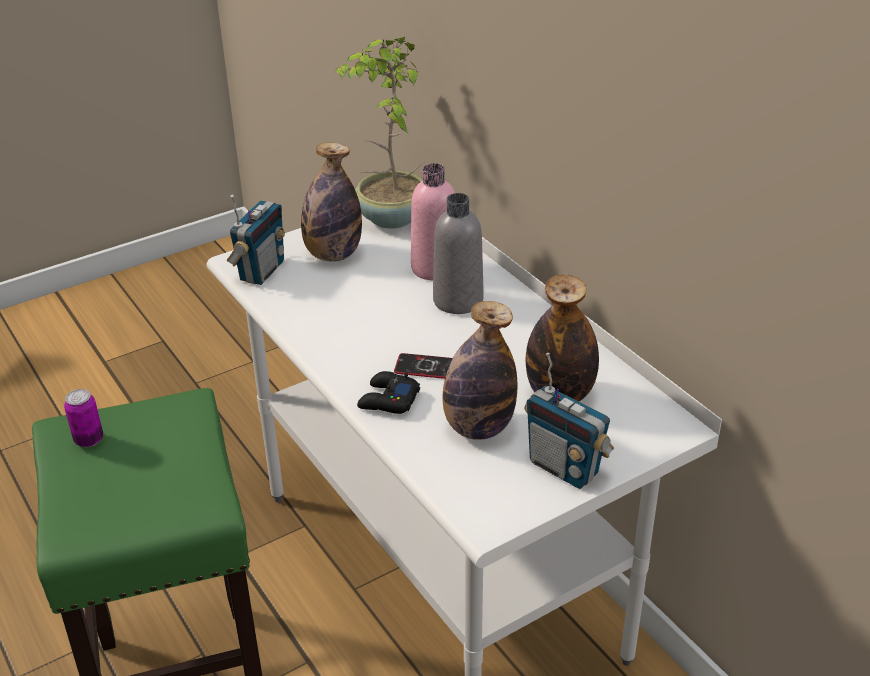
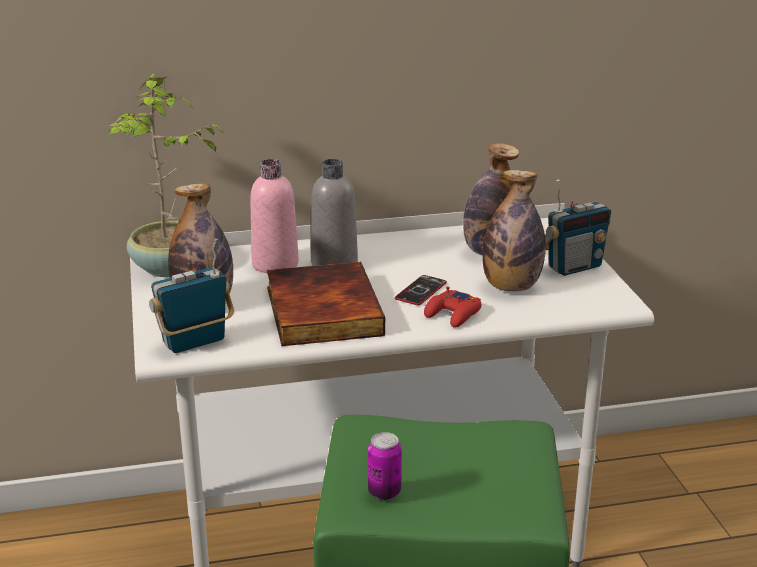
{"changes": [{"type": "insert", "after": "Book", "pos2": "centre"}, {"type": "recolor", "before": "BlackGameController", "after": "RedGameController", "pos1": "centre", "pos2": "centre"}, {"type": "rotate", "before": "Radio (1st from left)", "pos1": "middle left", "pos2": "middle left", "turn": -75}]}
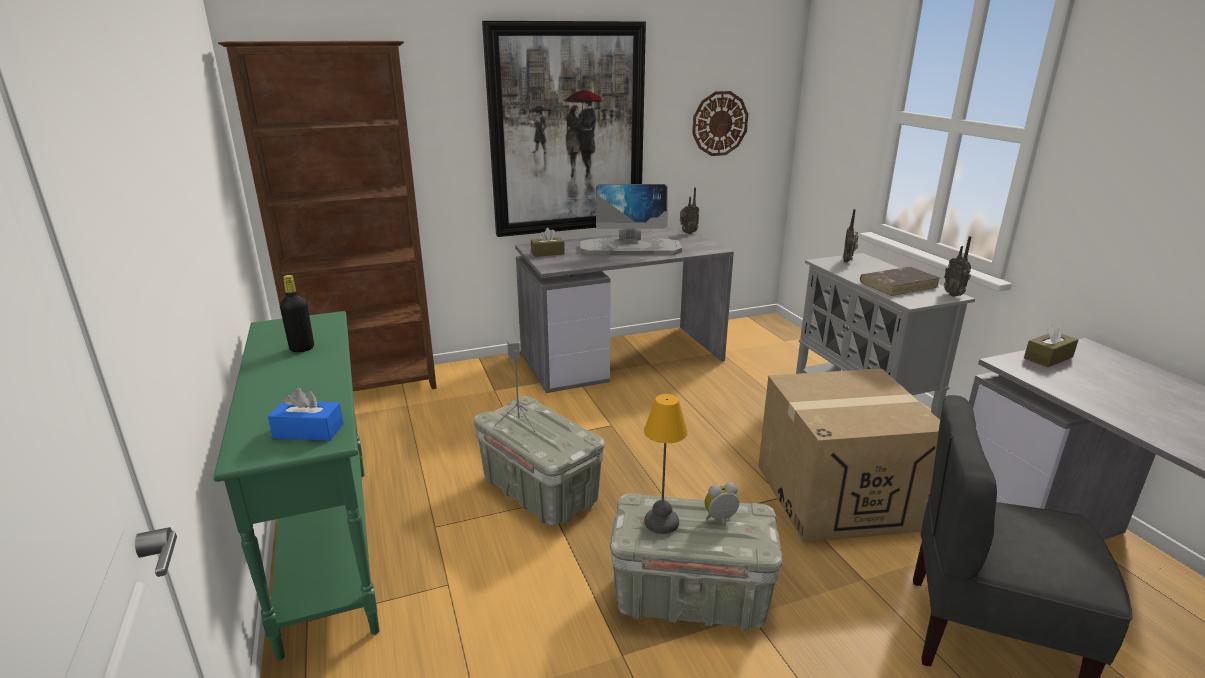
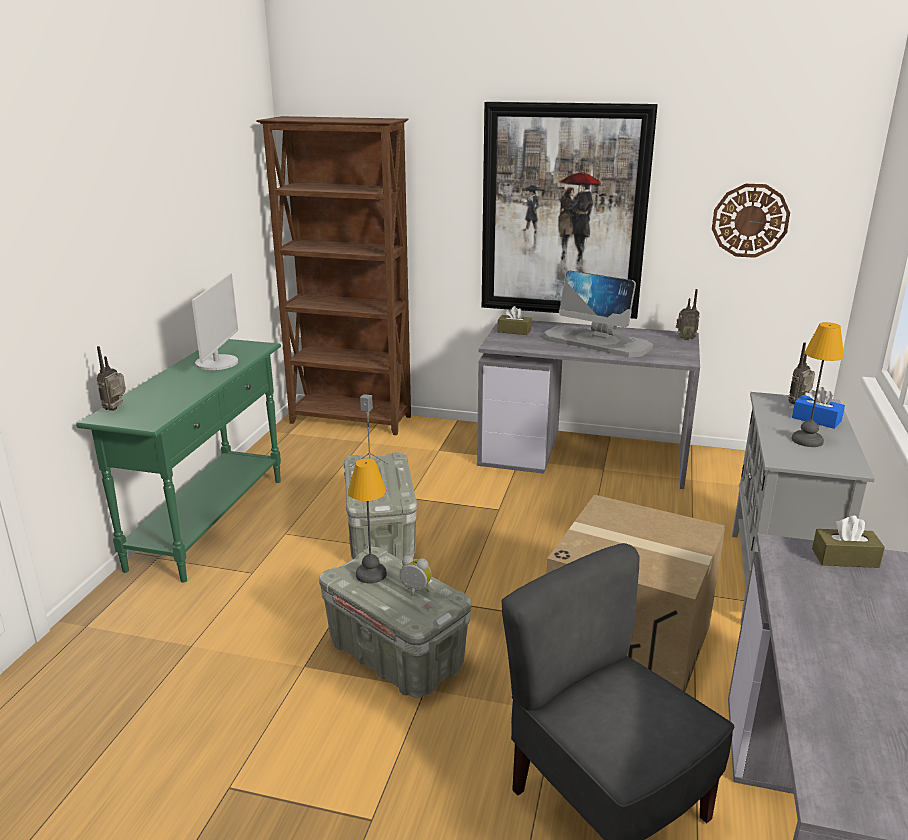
{"changes": [{"type": "move", "before": "BlueTissueBox", "pos1": "middle left", "pos2": "middle right"}, {"type": "move", "before": "Radio (3rd from left in the first image)", "after": "Radio (1st from left)", "pos1": "middle right", "pos2": "middle left"}, {"type": "replace", "before": "BlackBottle", "after": "Monitor (1st from left)", "pos1": "middle left", "pos2": "middle left"}, {"type": "replace", "before": "BrownBook", "after": "TableLamp (2nd from left)", "pos1": "middle right", "pos2": "middle right"}]}
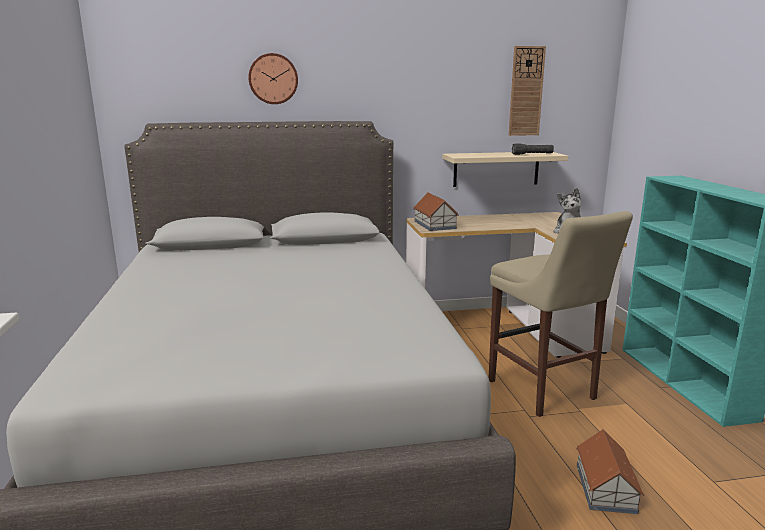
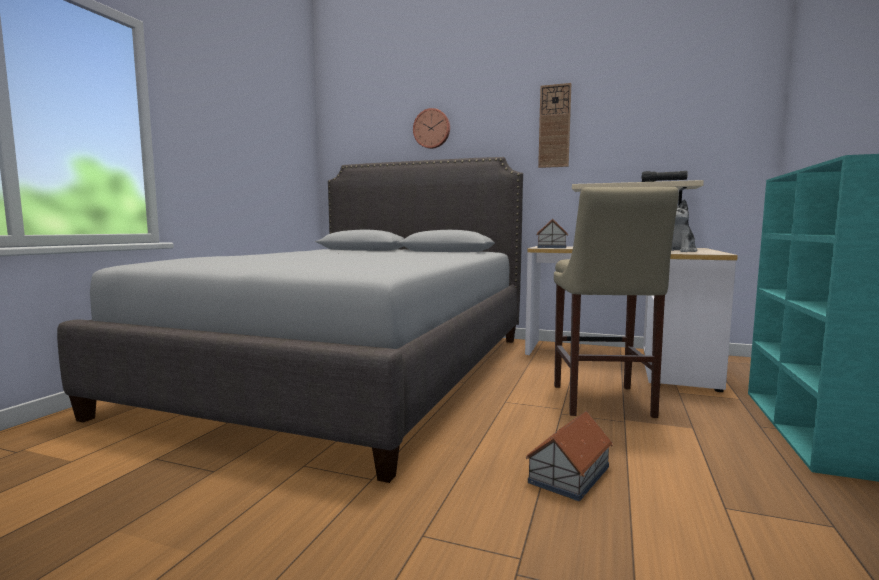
{"changes": [{"type": "move", "before": "WallClock (2nd from left)", "pos1": "top right", "pos2": "top centre"}]}
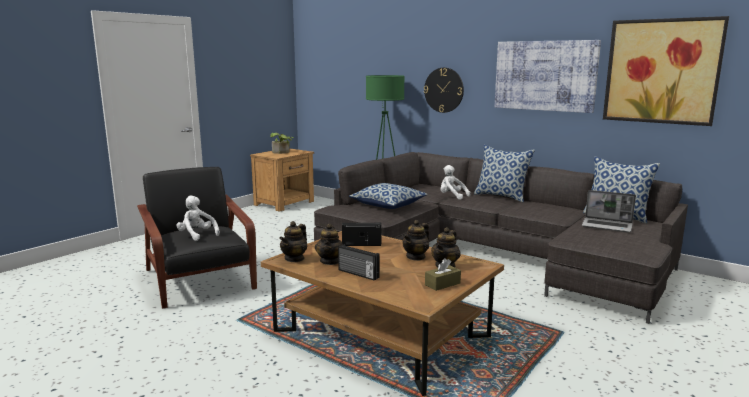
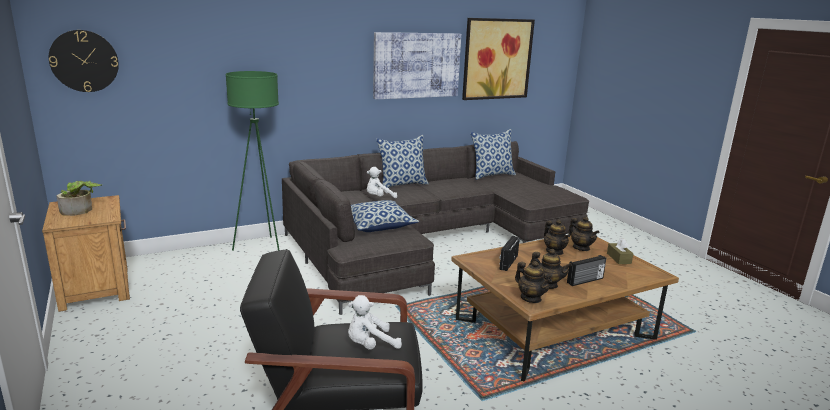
{"changes": [{"type": "delete", "before": "Laptop", "pos1": "middle right"}, {"type": "move", "before": "WallClock", "pos1": "top centre", "pos2": "top left"}]}
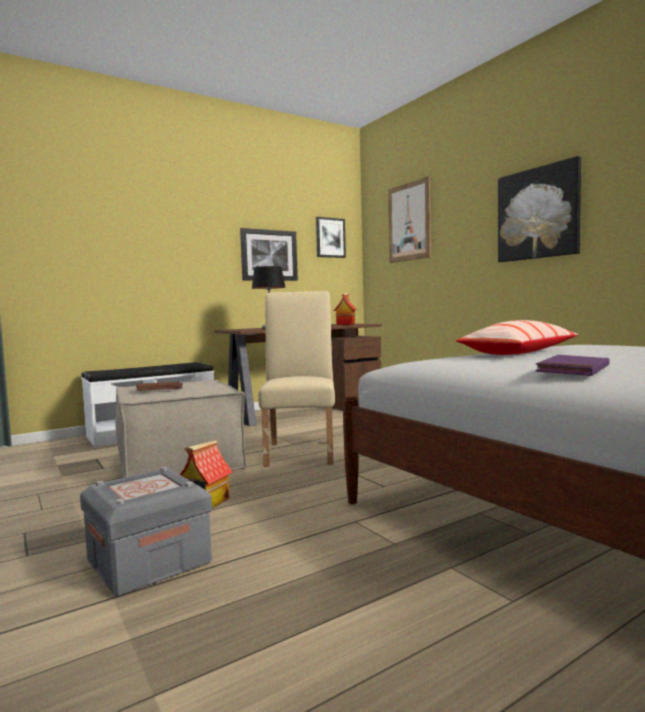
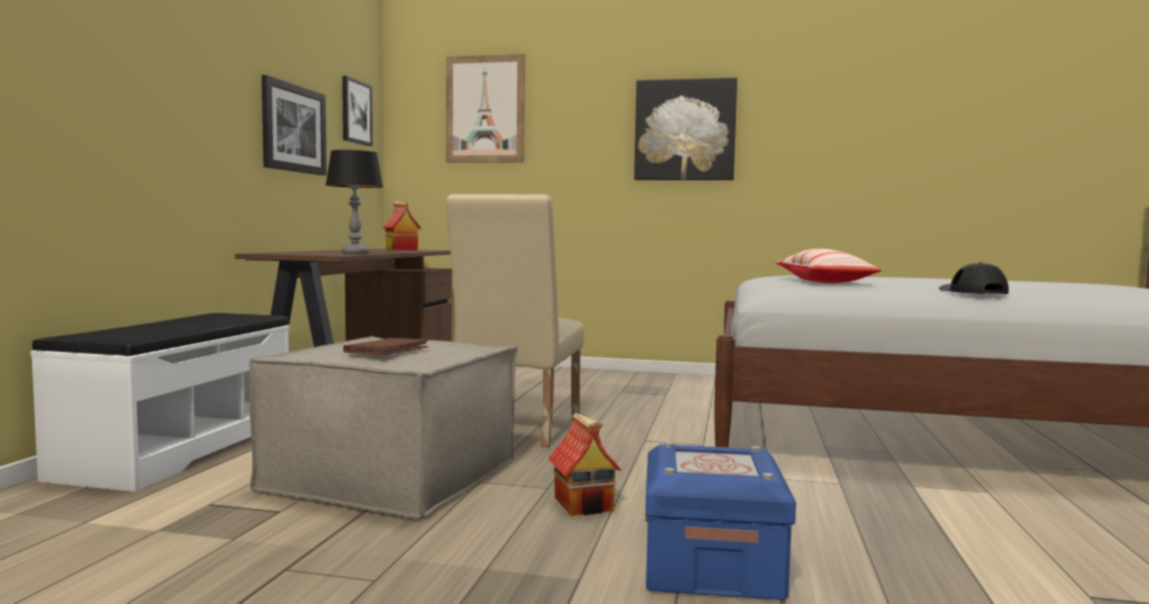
{"changes": [{"type": "replace", "before": "PurpleBook", "after": "BlackCap", "pos1": "middle right", "pos2": "middle right"}, {"type": "recolor", "before": "GreyStorageBox", "after": "BlueStorageBox", "pos1": "bottom left", "pos2": "bottom centre"}, {"type": "rotate", "before": "BeigeChair", "pos1": "centre", "pos2": "centre", "turn": -120}]}
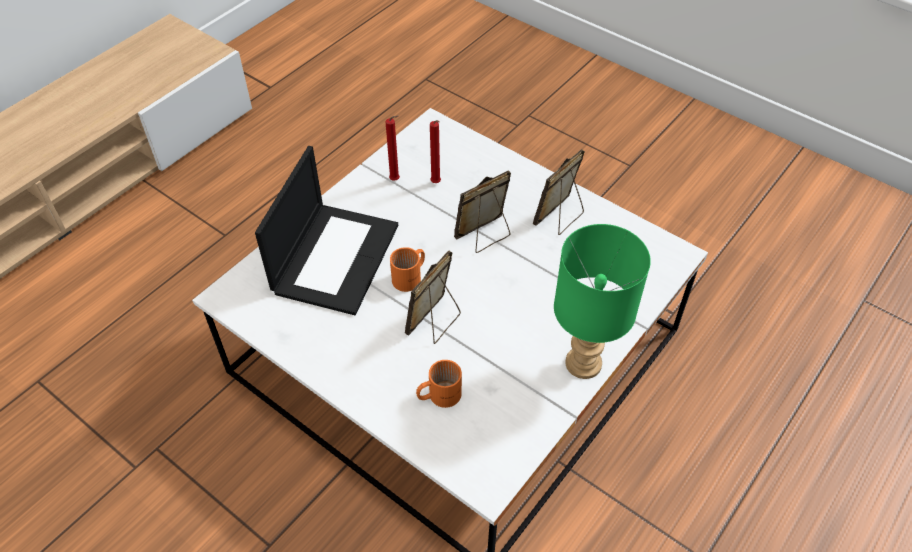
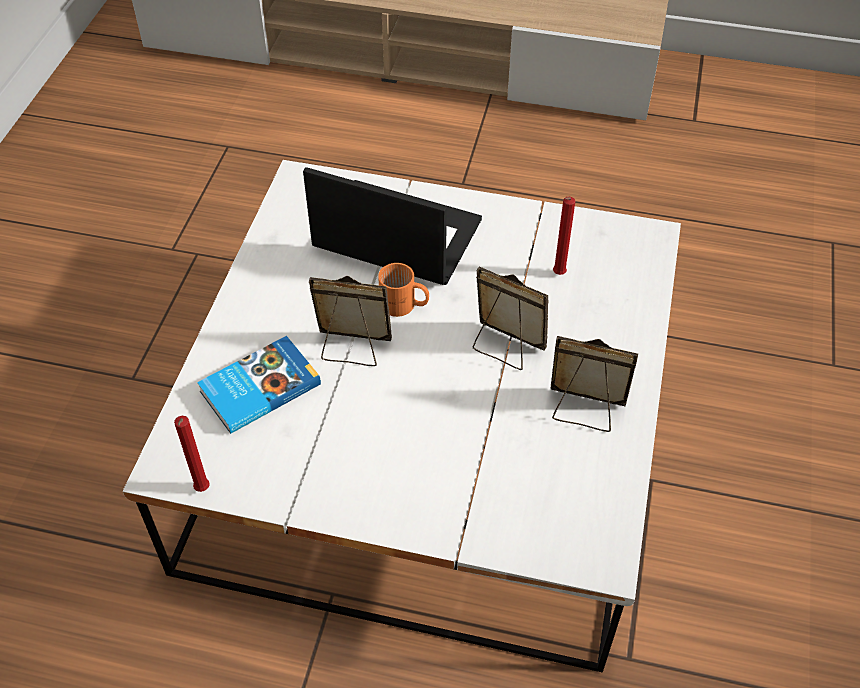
{"changes": [{"type": "delete", "before": "GreenTableLamp", "pos1": "centre"}, {"type": "move", "before": "RedCandle (1st from left)", "pos1": "top centre", "pos2": "middle left"}, {"type": "replace", "before": "OrangeMug (2nd from left)", "after": "Book", "pos1": "bottom centre", "pos2": "middle left"}, {"type": "rotate", "before": "Laptop", "pos1": "centre", "pos2": "top centre", "turn": -150}]}
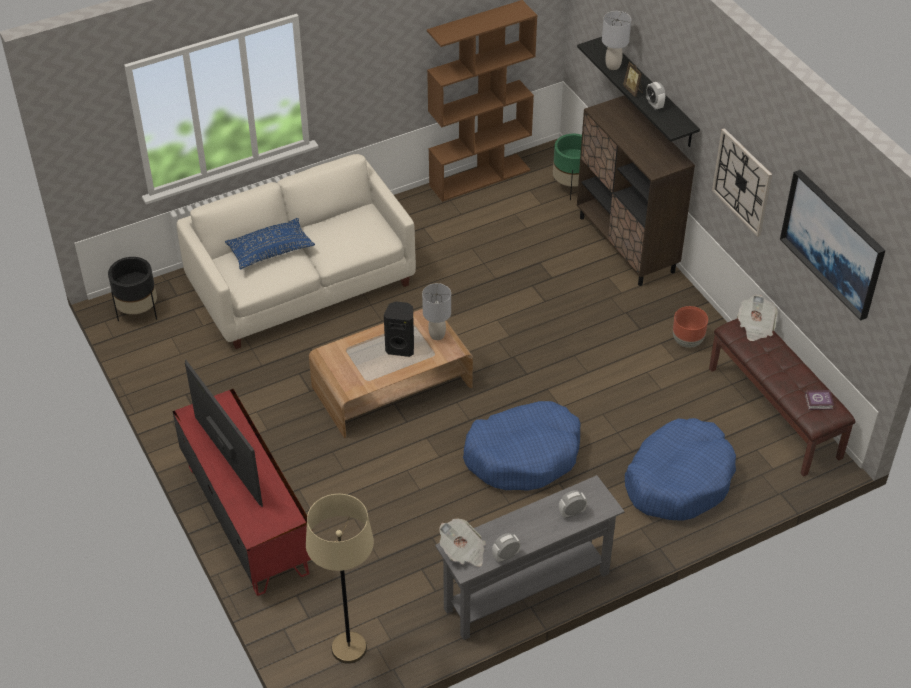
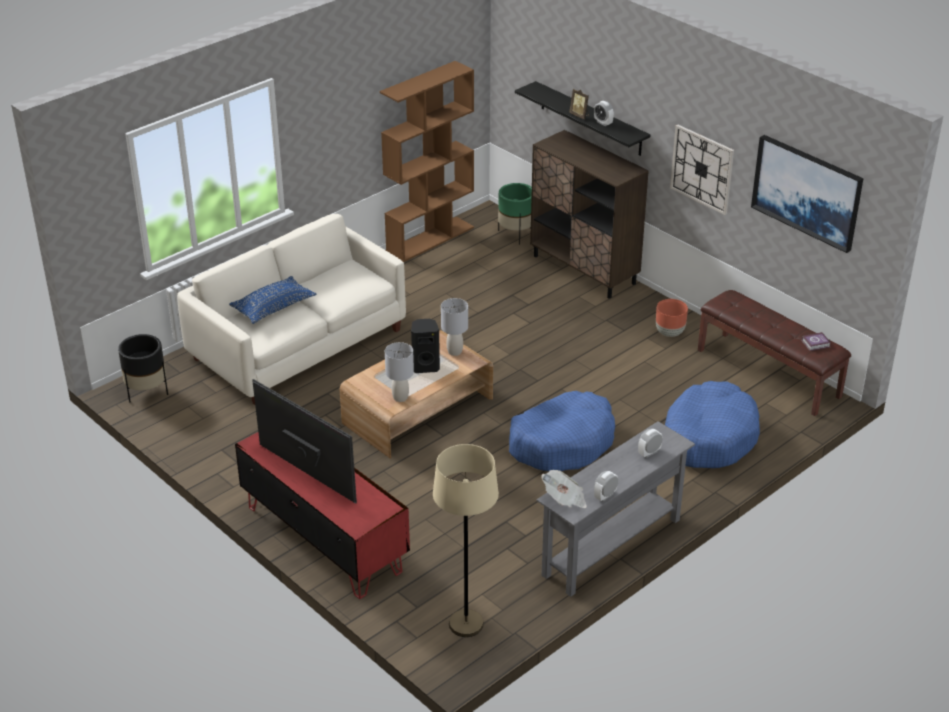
{"changes": [{"type": "delete", "before": "Newspaper (2nd from left)", "pos1": "middle right"}, {"type": "move", "before": "GreyTableLamp (2nd from left in the first image)", "after": "GreyTableLamp (1st from left)", "pos1": "top right", "pos2": "centre"}]}
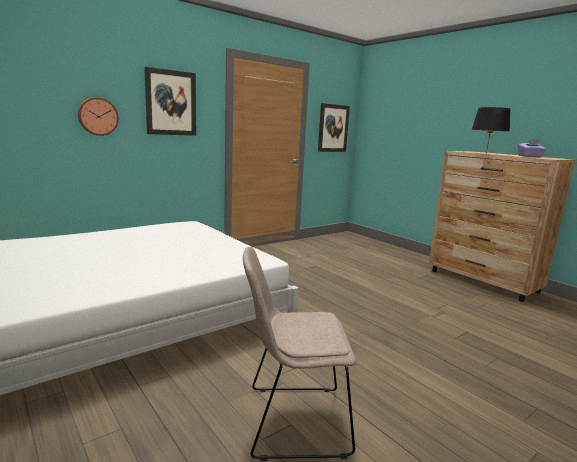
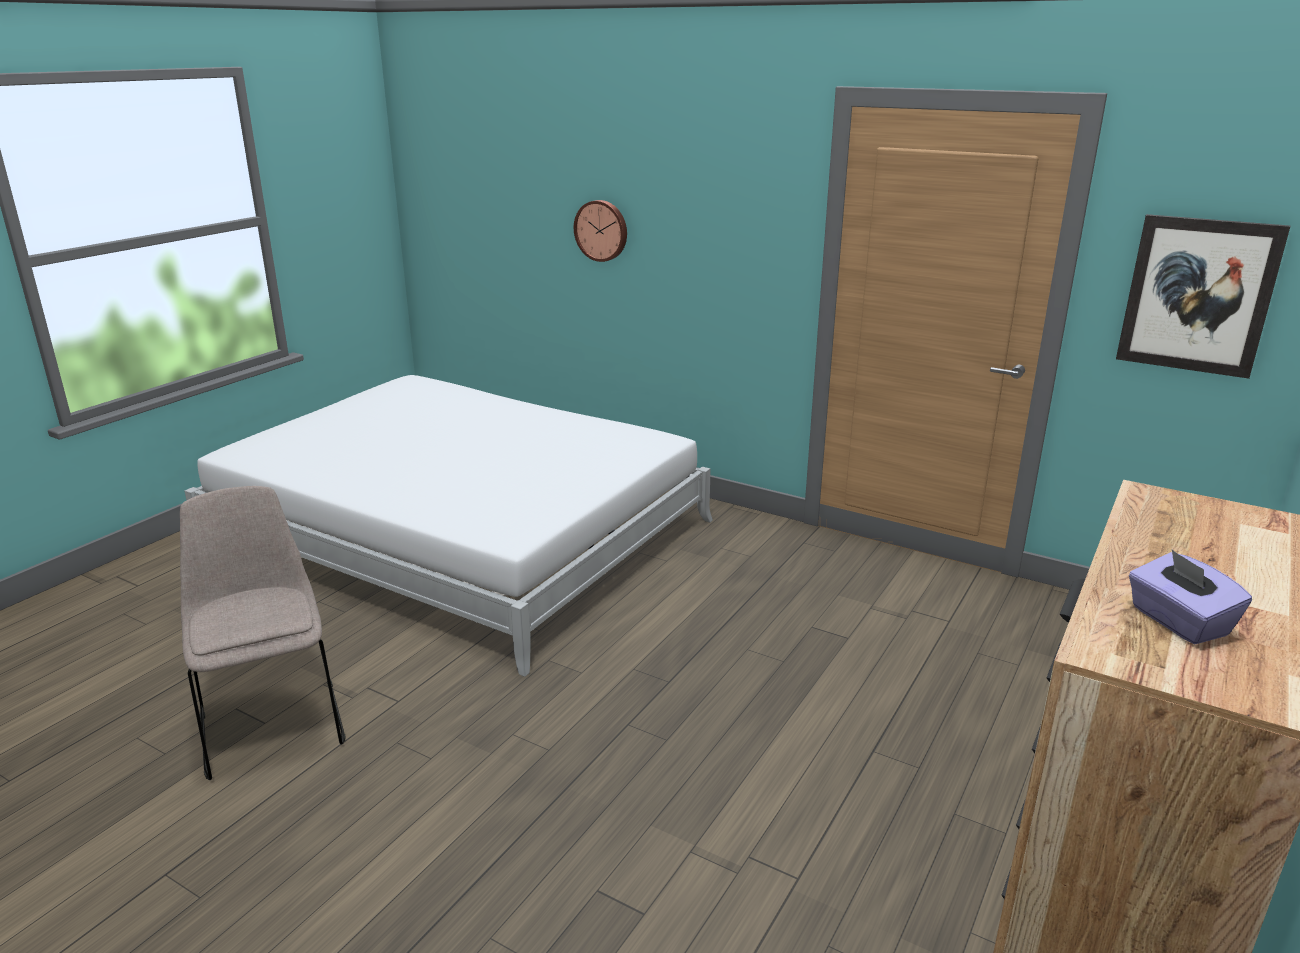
{"changes": [{"type": "delete", "before": "Picture (1st from left)", "pos1": "top left"}, {"type": "delete", "before": "BlackTableLamp", "pos1": "top right"}]}
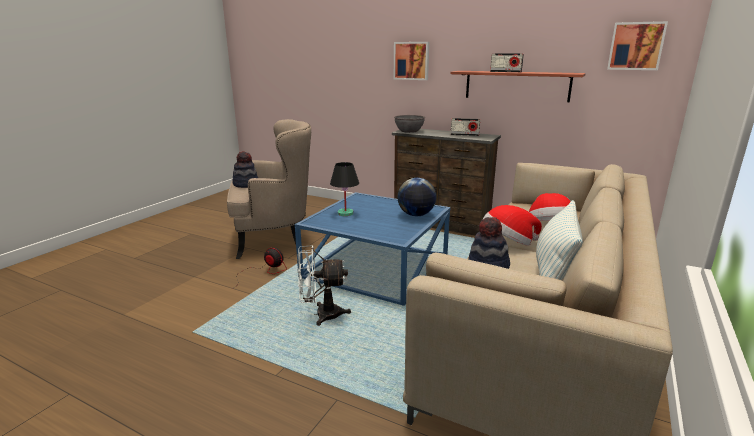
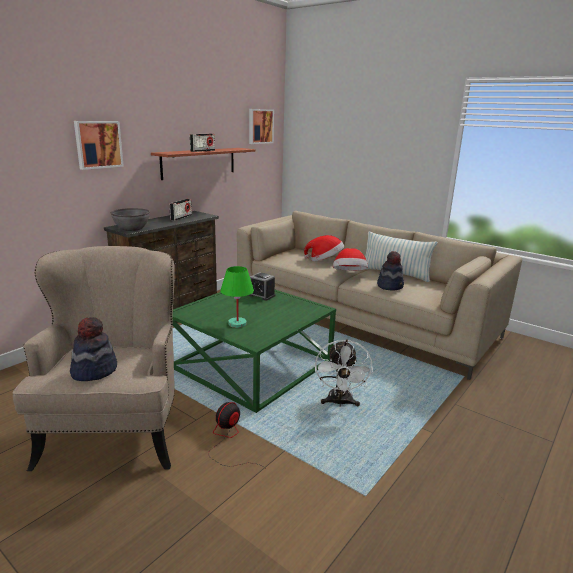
{"changes": [{"type": "replace", "before": "Globe", "after": "AlarmClock", "pos1": "centre", "pos2": "centre"}, {"type": "recolor", "before": "BlueCoffeeTable", "after": "GreenCoffeeTable", "pos1": "centre", "pos2": "centre"}, {"type": "recolor", "before": "BlackTableLamp", "after": "GreenTableLamp", "pos1": "centre", "pos2": "centre"}]}
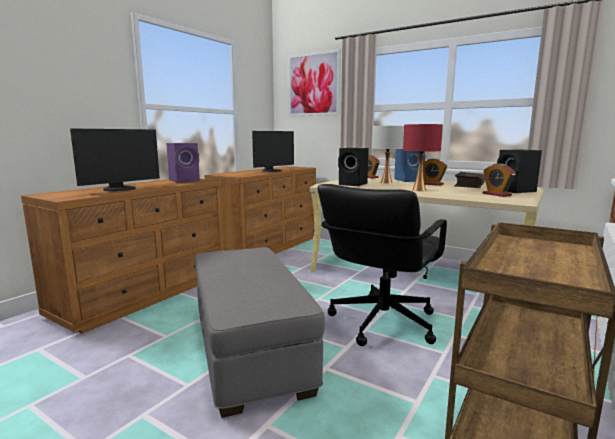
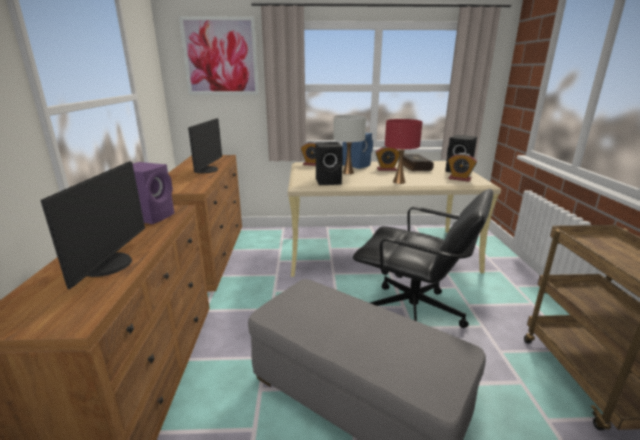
{"changes": [{"type": "rotate", "before": "BlackOfficeChair", "pos1": "centre", "pos2": "centre", "turn": -60}]}
